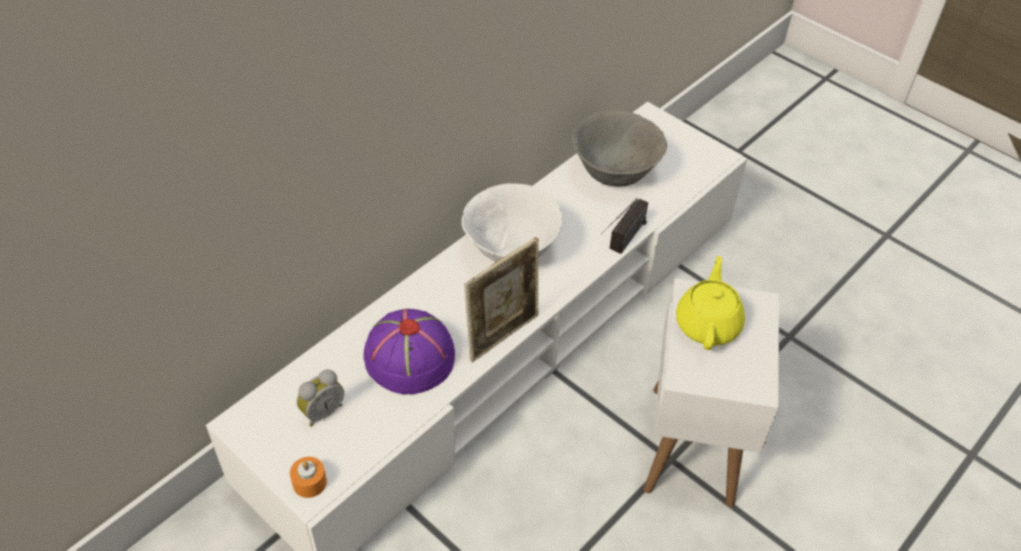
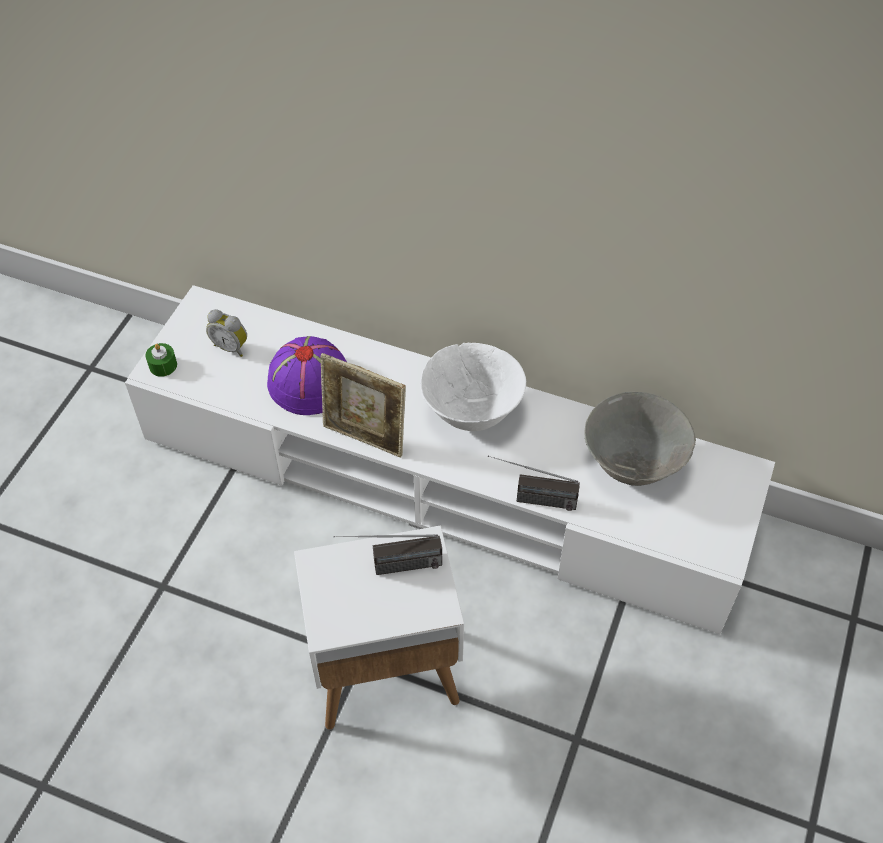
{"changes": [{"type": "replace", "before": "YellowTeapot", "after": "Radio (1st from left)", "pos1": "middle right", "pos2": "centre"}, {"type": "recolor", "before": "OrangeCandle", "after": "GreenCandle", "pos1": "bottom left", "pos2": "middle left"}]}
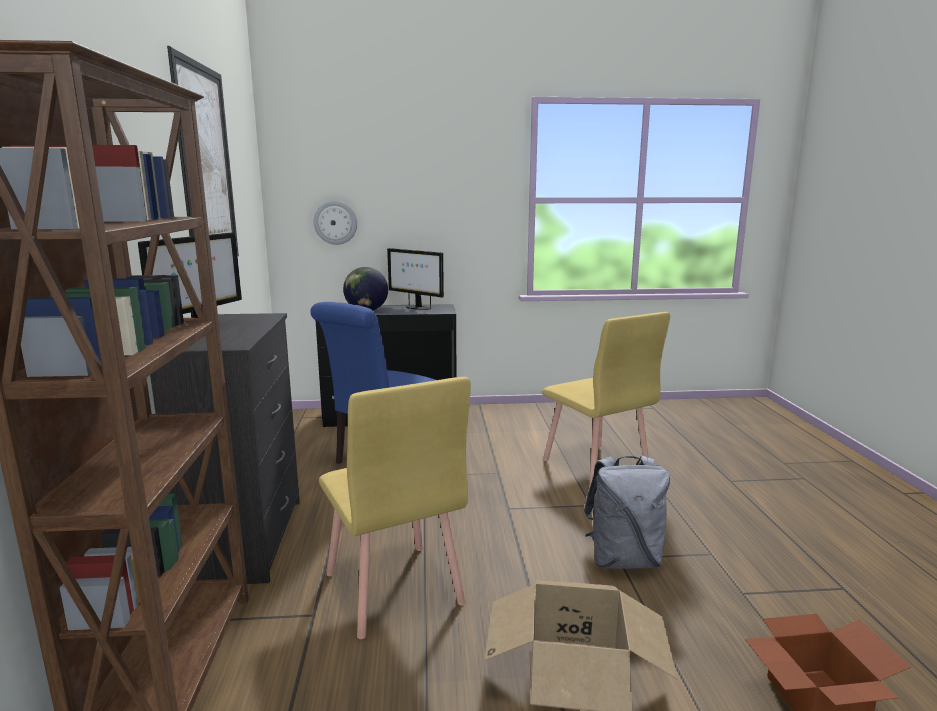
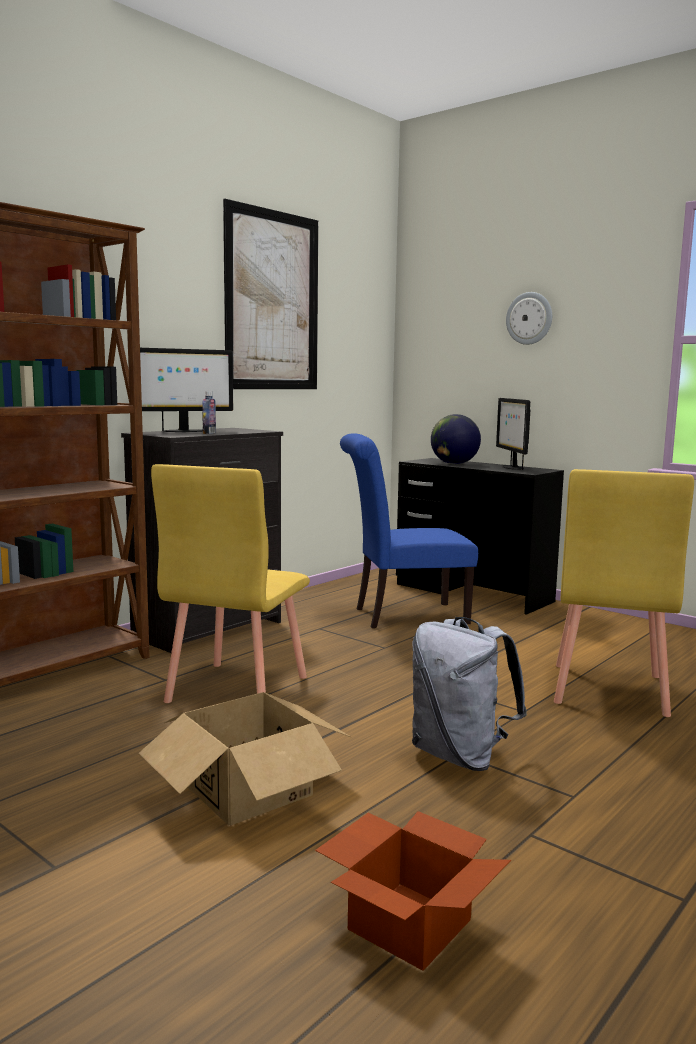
{"changes": [{"type": "insert", "after": "Bottle", "pos2": "middle left"}, {"type": "move", "before": "WallClock", "pos1": "top centre", "pos2": "top right"}]}
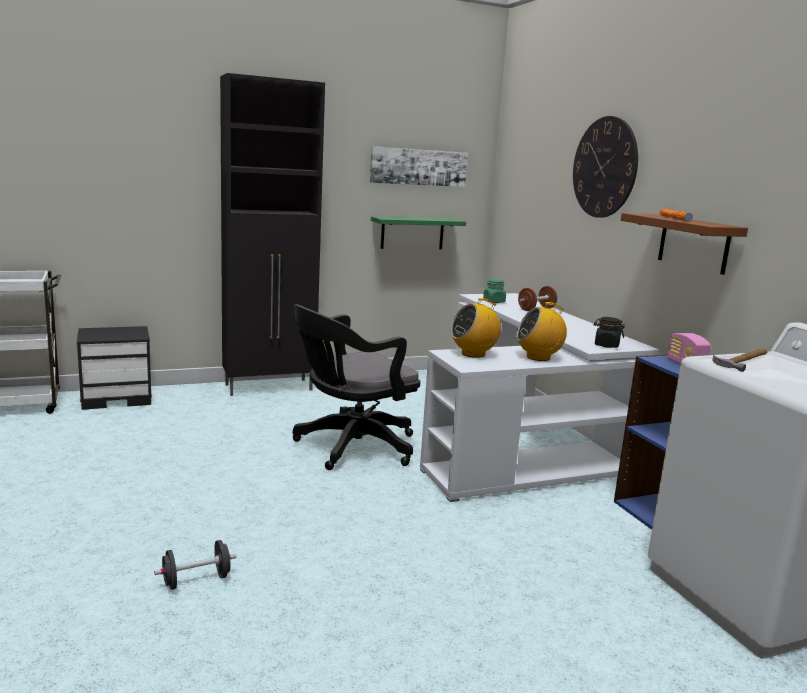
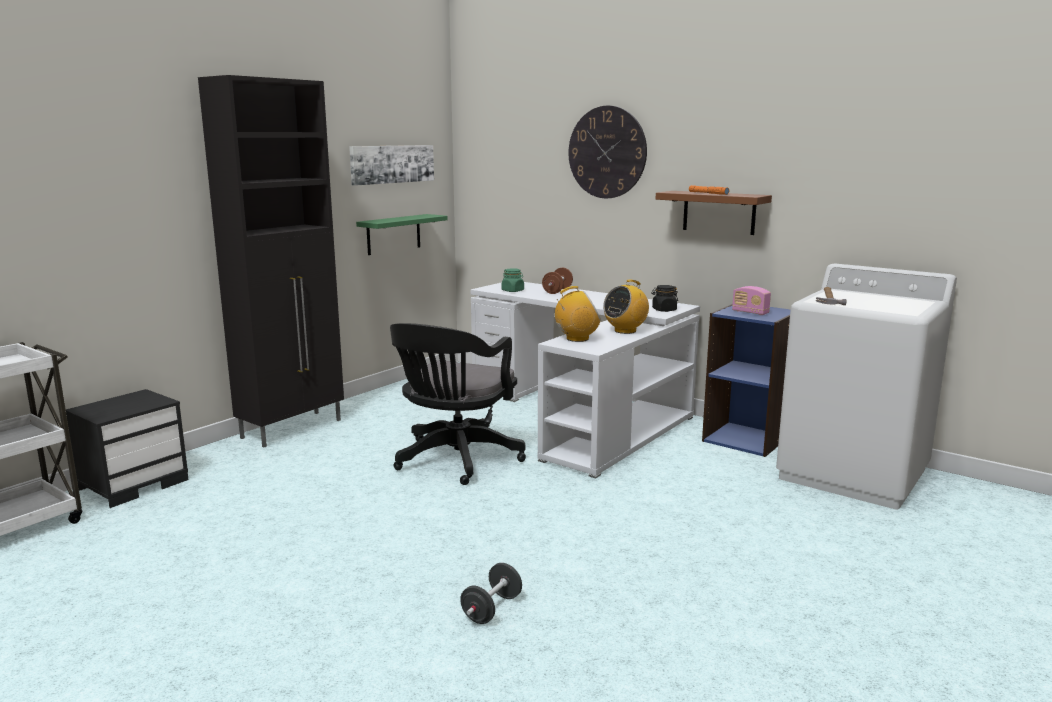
{"changes": [{"type": "rotate", "before": "Radio (1st from left)", "pos1": "centre", "pos2": "centre", "turn": -135}]}
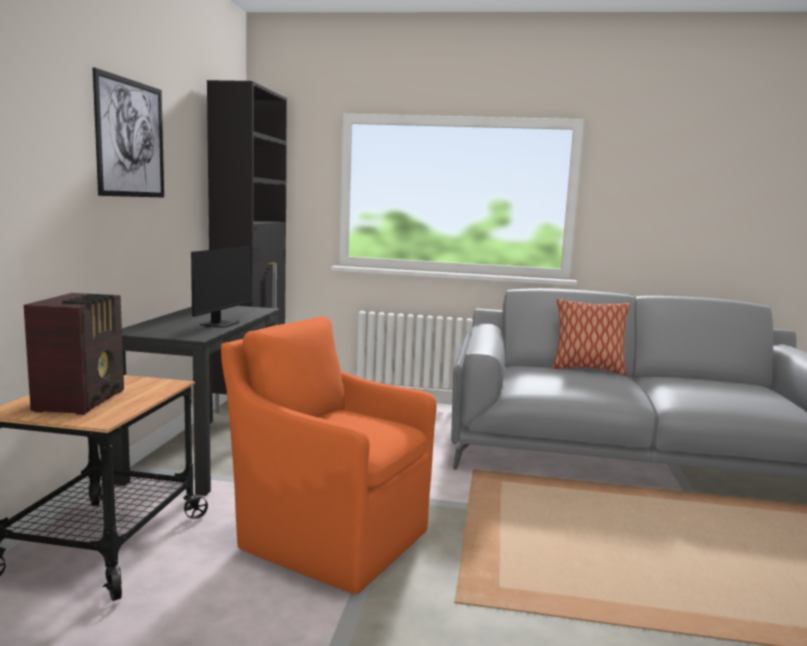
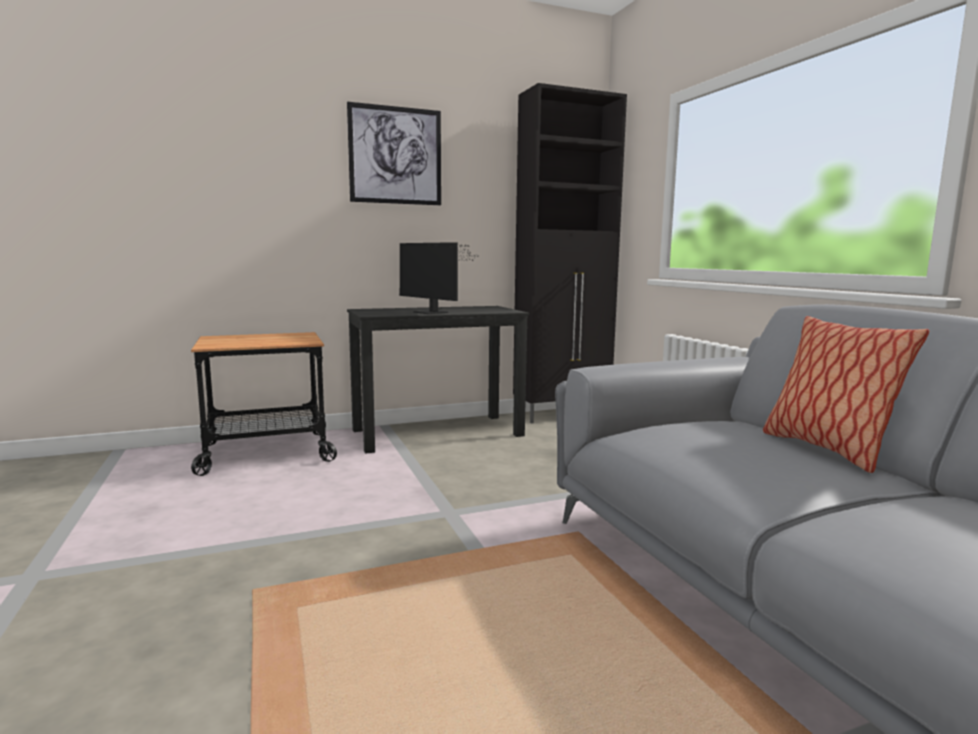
{"changes": [{"type": "delete", "before": "Radio", "pos1": "middle left"}, {"type": "delete", "before": "OrangeArmchair", "pos1": "bottom centre"}, {"type": "rotate", "before": "Monitor", "pos1": "middle left", "pos2": "centre", "turn": 60}]}
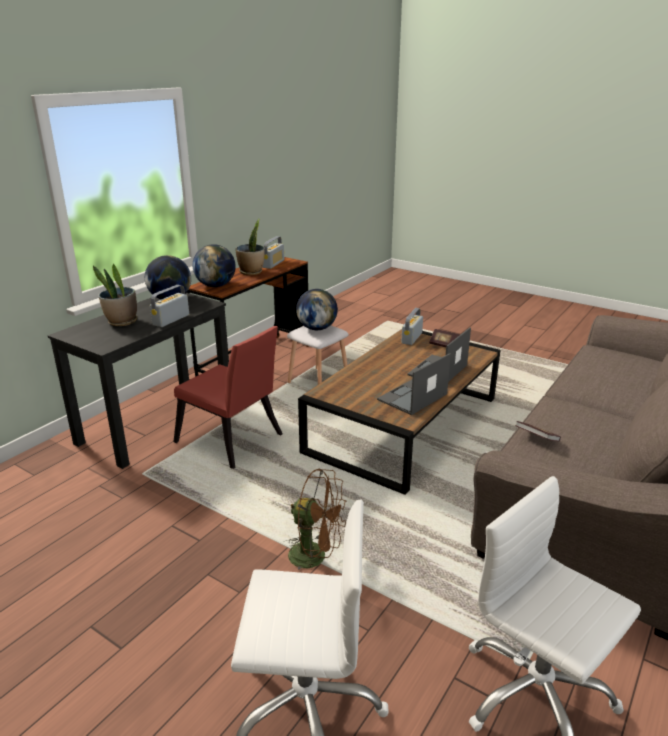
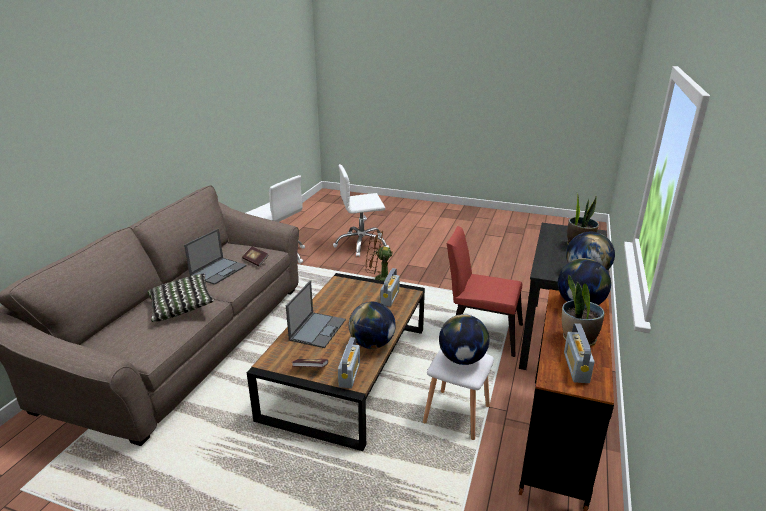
{"changes": [{"type": "insert", "after": "Pillow", "pos2": "middle left"}, {"type": "insert", "after": "Globe (1st from left)", "pos2": "centre"}, {"type": "move", "before": "Radio (1st from left in the first image)", "after": "Radio (2nd from left)", "pos1": "middle left", "pos2": "centre"}, {"type": "move", "before": "Laptop (1st from left)", "pos1": "centre", "pos2": "middle left"}]}
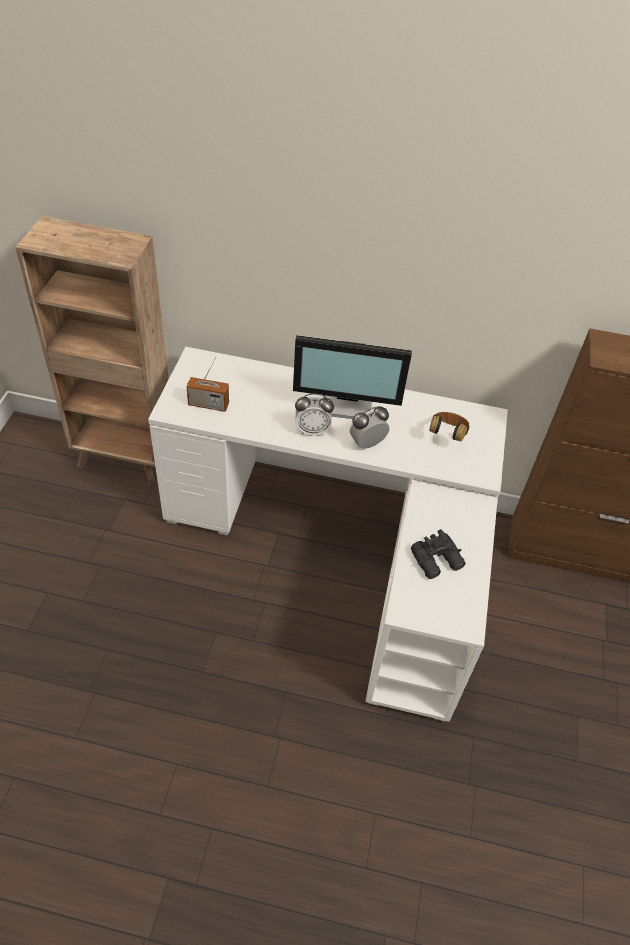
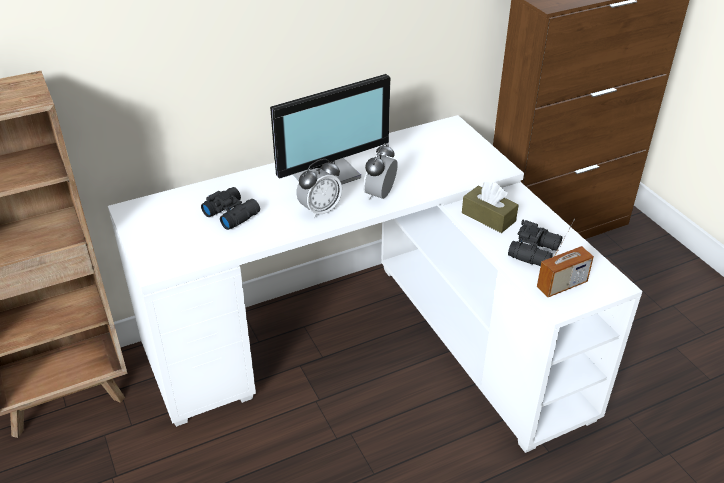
{"changes": [{"type": "delete", "before": "Headphones", "pos1": "middle right"}, {"type": "insert", "after": "BlackBinoculars (1st from left)", "pos2": "middle left"}, {"type": "insert", "after": "BrownTissueBox", "pos2": "middle right"}, {"type": "move", "before": "Radio", "pos1": "middle left", "pos2": "middle right"}]}
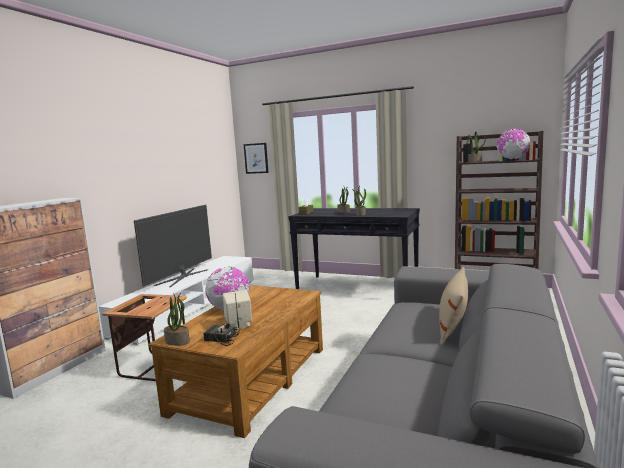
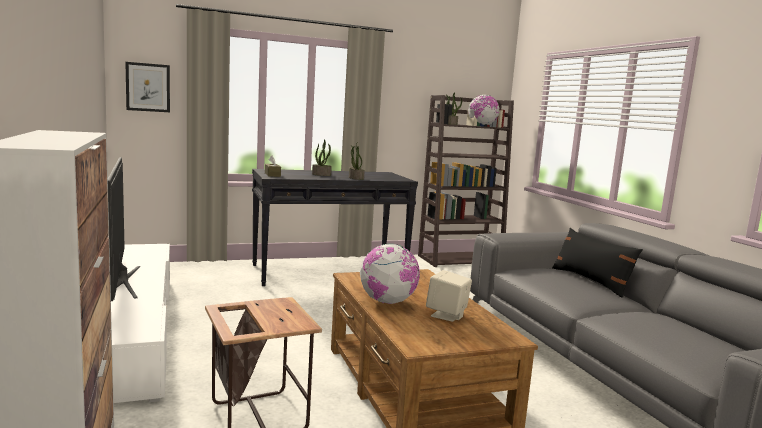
{"changes": [{"type": "delete", "before": "PottedPlant (1st from left)", "pos1": "bottom left"}, {"type": "delete", "before": "Radio", "pos1": "bottom centre"}, {"type": "recolor", "before": "BeigePillow", "after": "BlackPillow", "pos1": "middle right", "pos2": "middle right"}]}
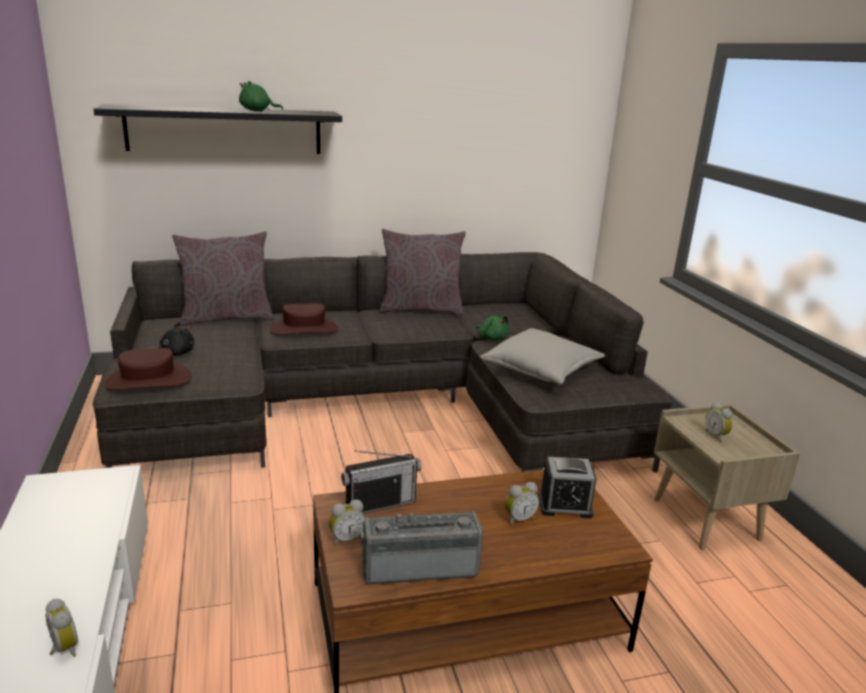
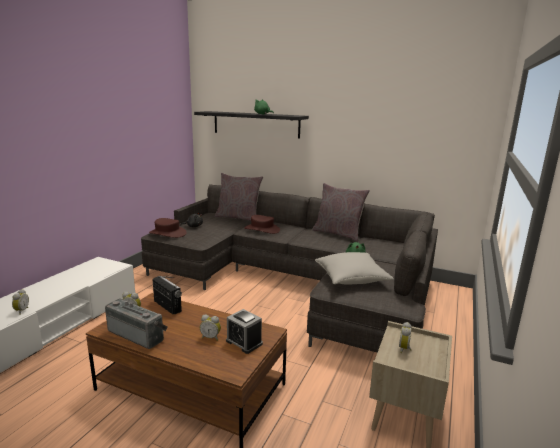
{"changes": [{"type": "rotate", "before": "Radio (1st from left in the first image)", "pos1": "bottom centre", "pos2": "middle left", "turn": -150}]}
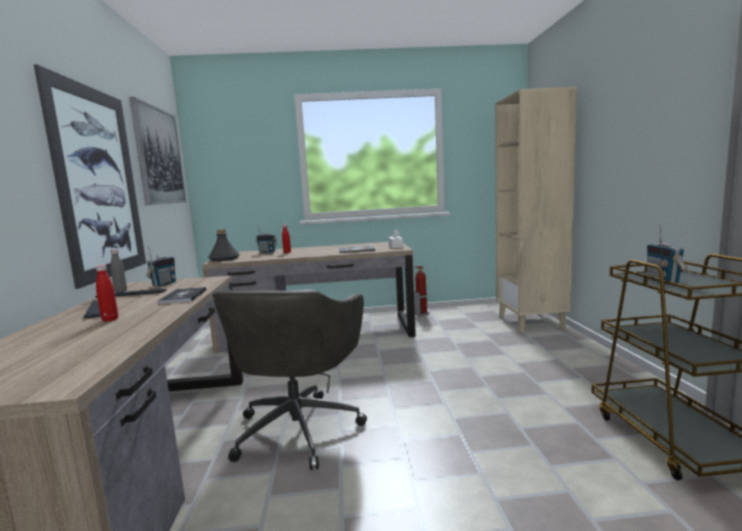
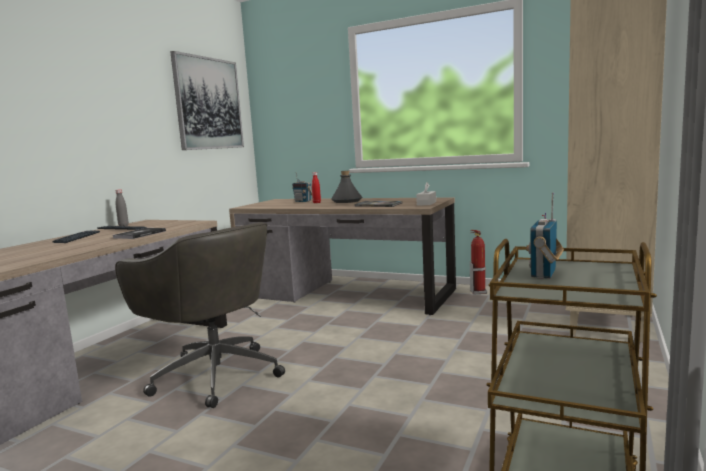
{"changes": [{"type": "delete", "before": "Picture (1st from left)", "pos1": "top left"}, {"type": "delete", "before": "RedBottle (1st from left)", "pos1": "middle left"}, {"type": "delete", "before": "Radio (1st from left)", "pos1": "middle left"}, {"type": "move", "before": "GreyBottle (2nd from left)", "pos1": "middle left", "pos2": "centre"}, {"type": "rotate", "before": "GreyOfficeChair", "pos1": "bottom centre", "pos2": "bottom left", "turn": -90}]}
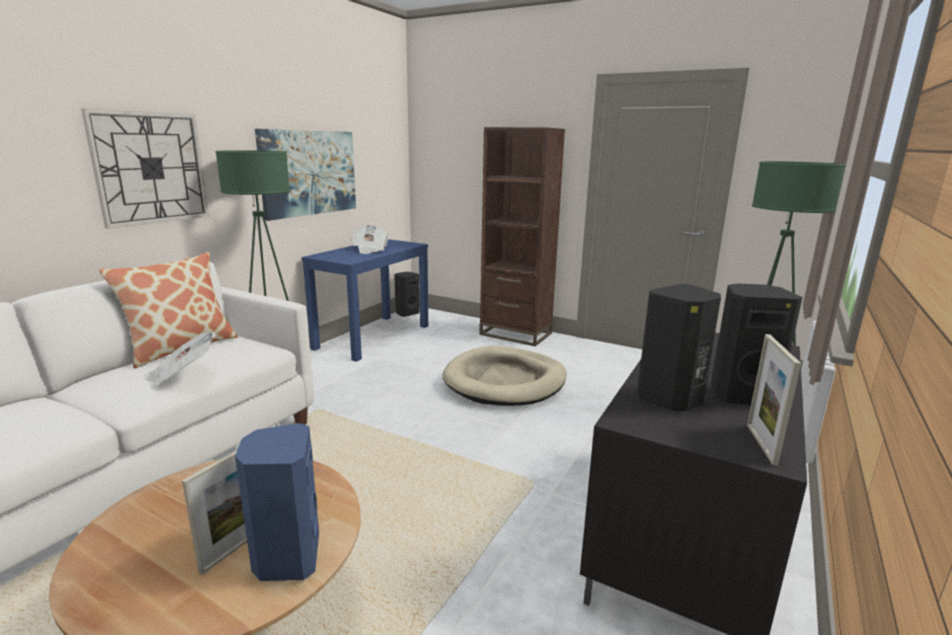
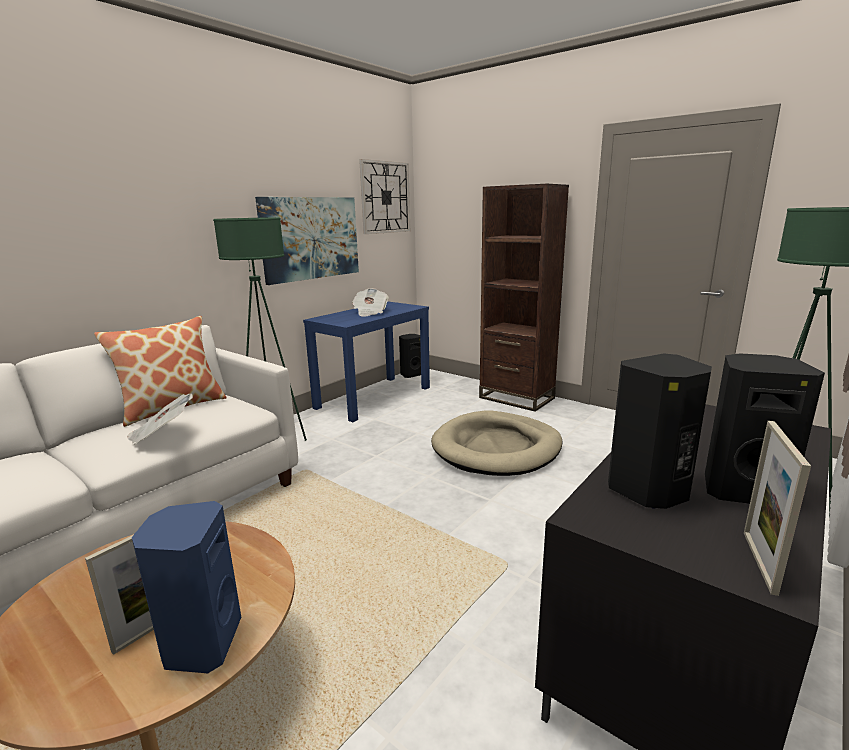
{"changes": [{"type": "move", "before": "WallClock", "pos1": "top left", "pos2": "top centre"}]}
